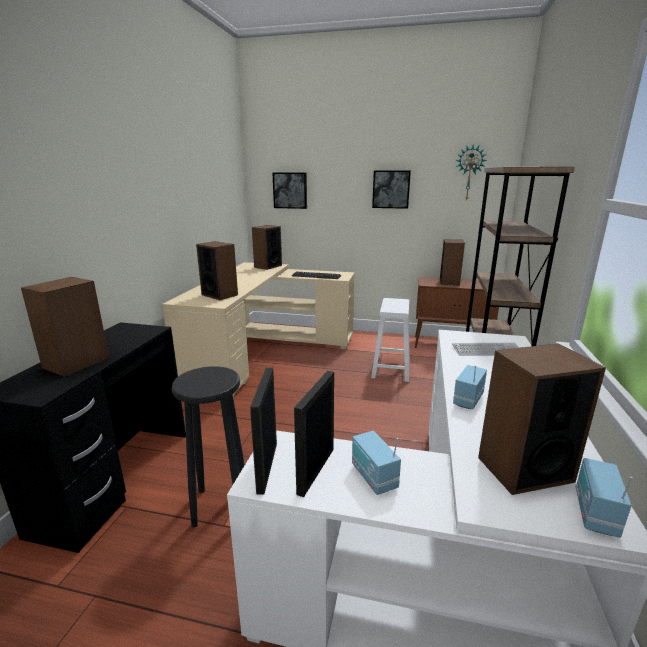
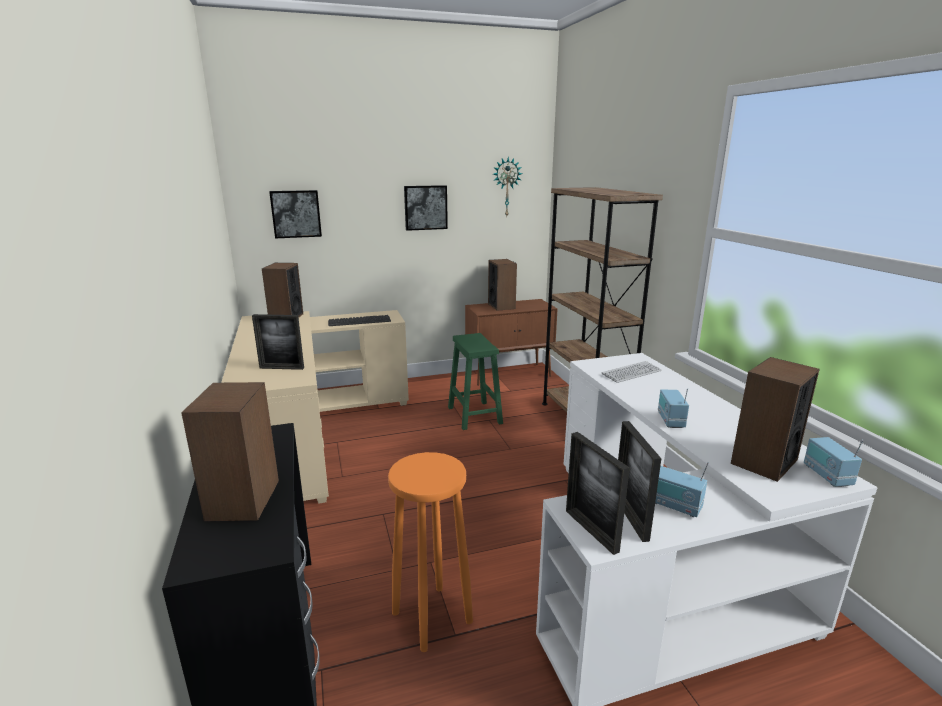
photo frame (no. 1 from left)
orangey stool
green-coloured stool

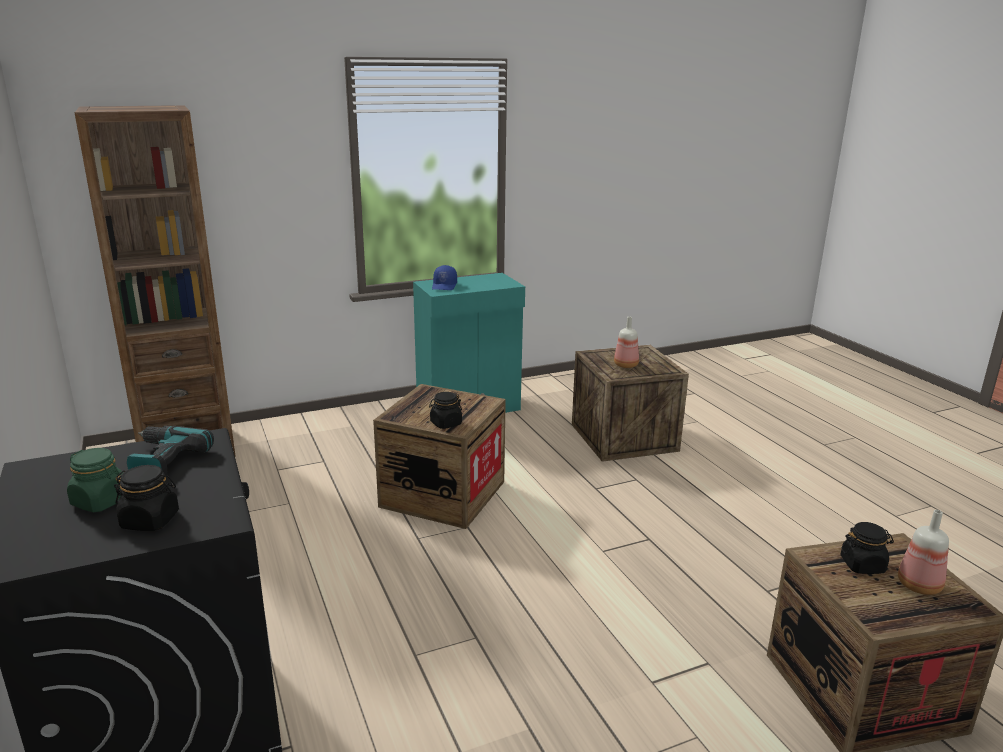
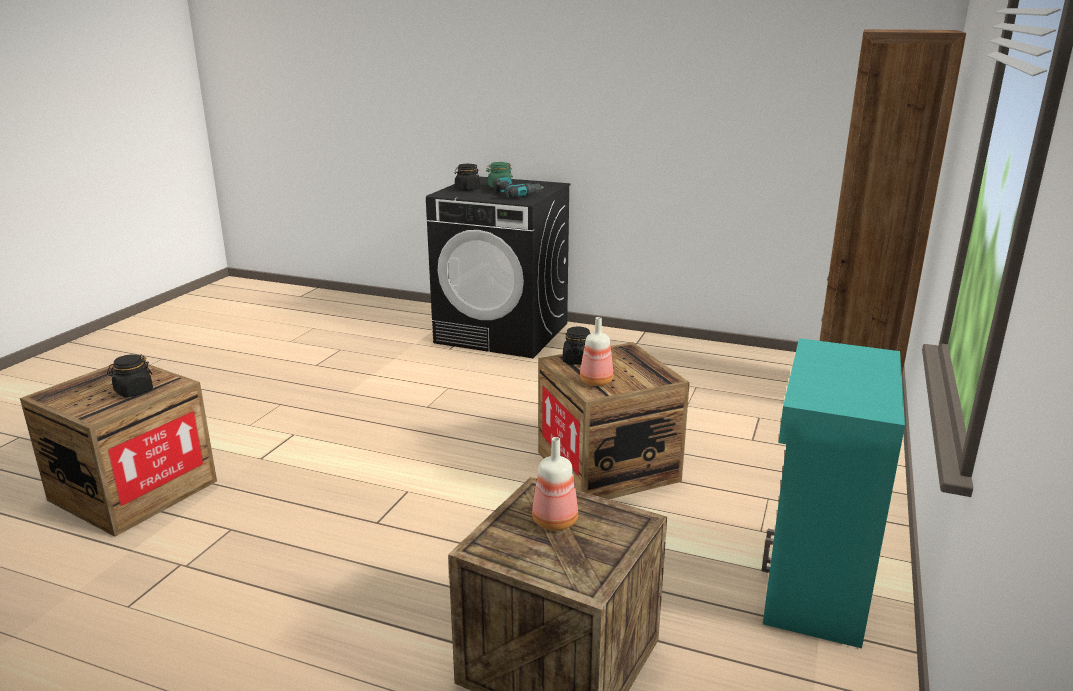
blue baseball cap
bottle (no. 2 from left)

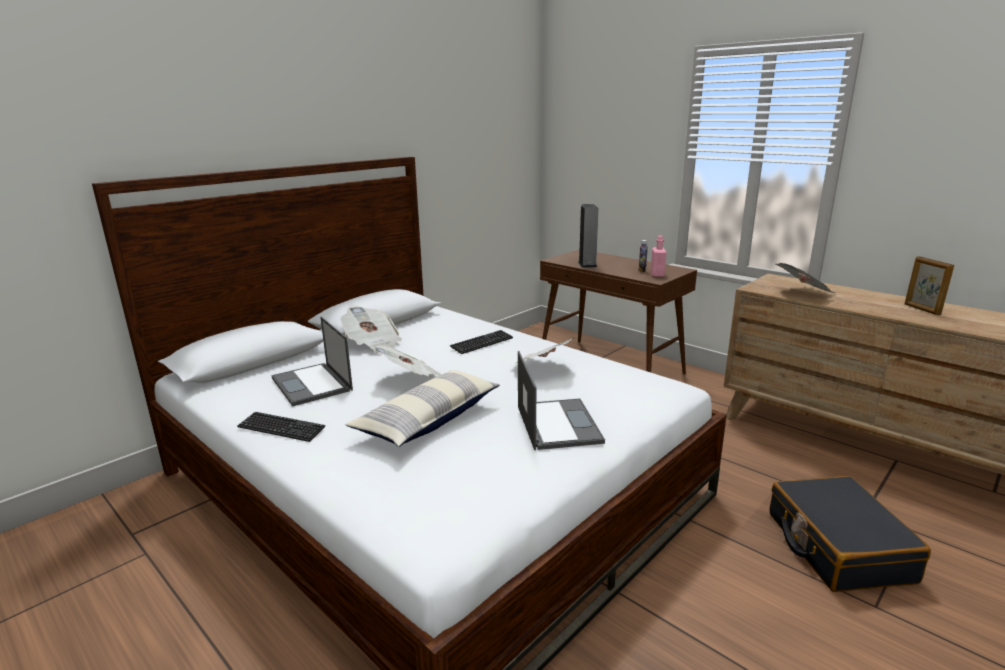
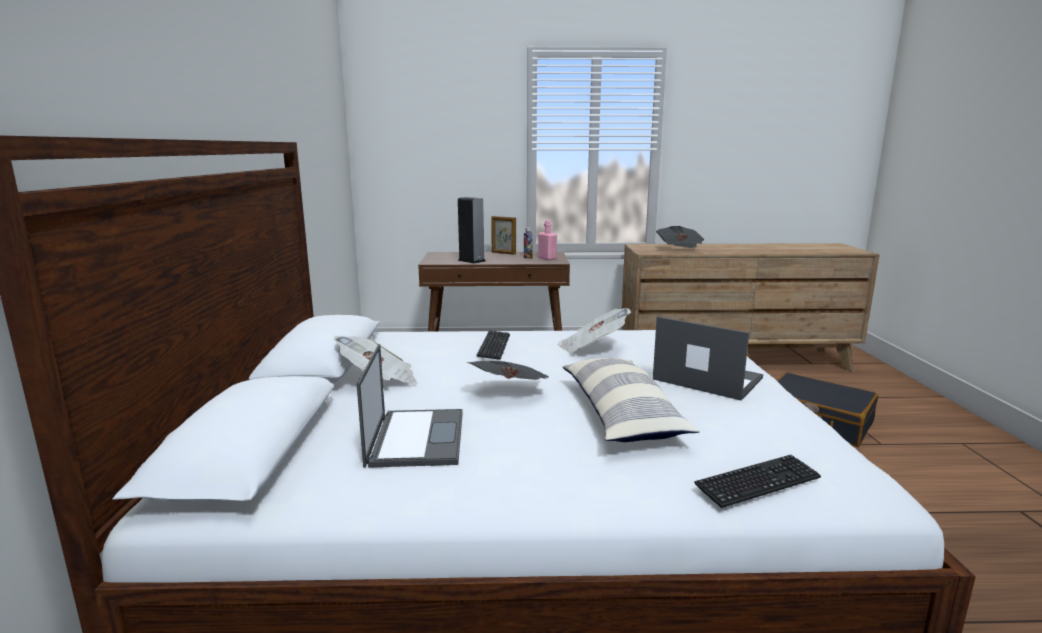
PC keyboard (no. 2 from left)
photo frame
notebook computer (no. 1 from left)

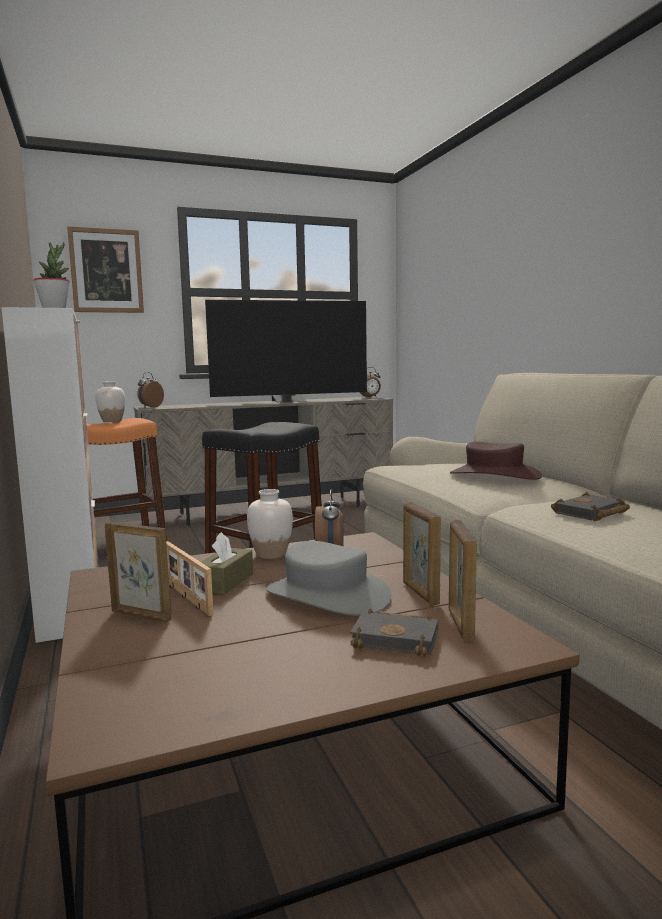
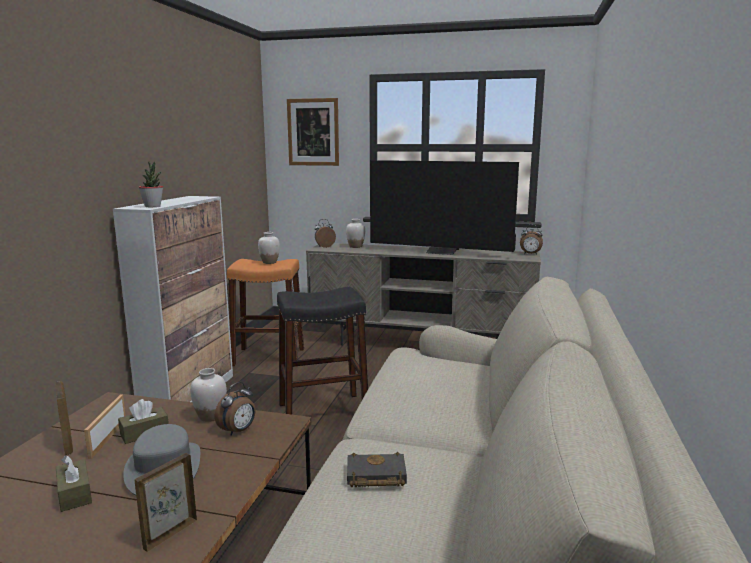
black book (no. 1 from left in the first image)
photo frame (no. 3 from left in the first image)
brown-coloured hat
brown-coloured tissue box (no. 1 from left)
white-coloured decorative vase (no. 3 from left)

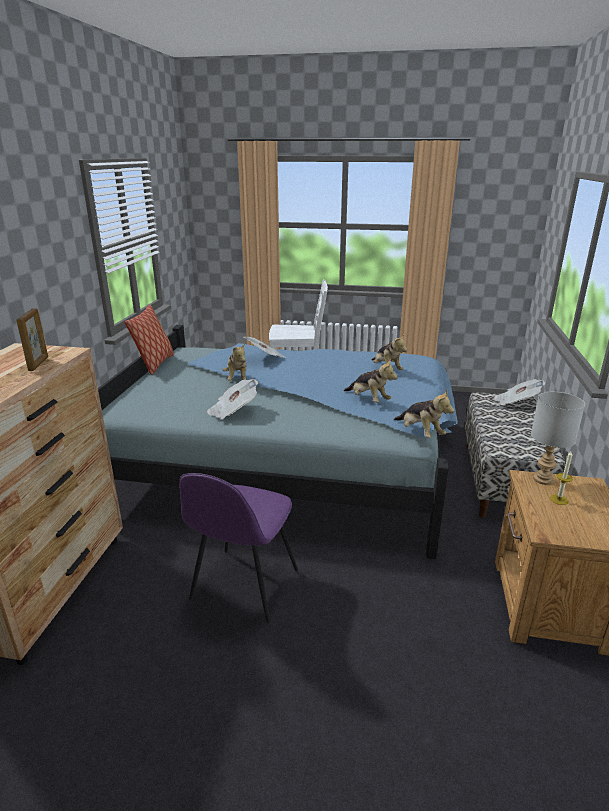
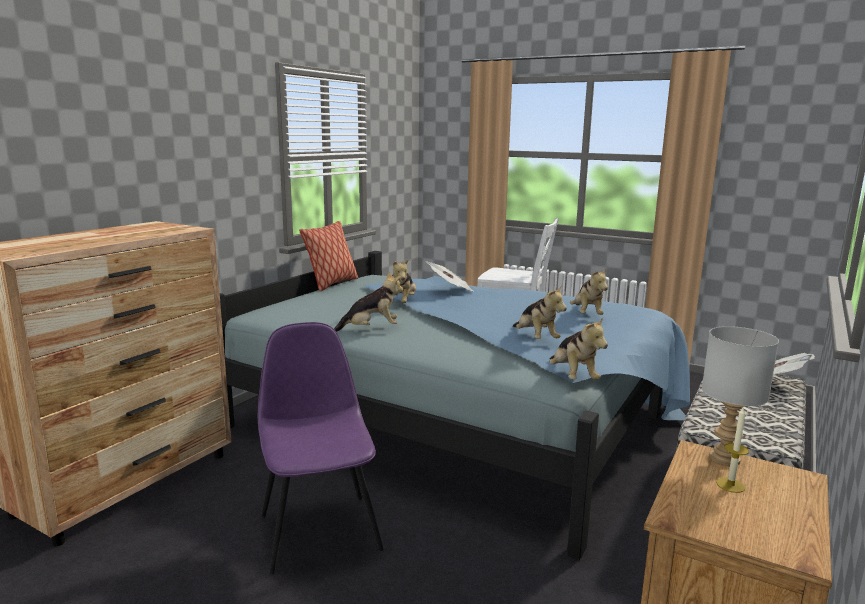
photo frame
soft toy (no. 1 from left)
purple upright chair

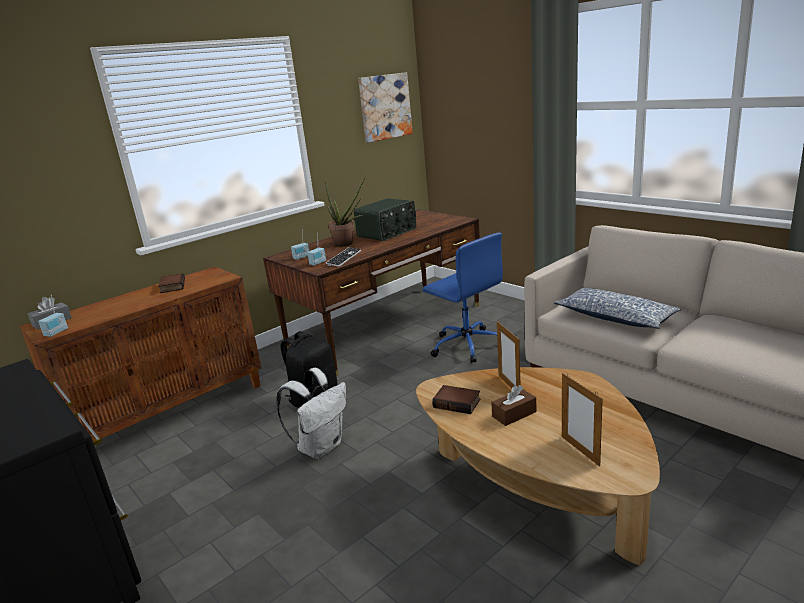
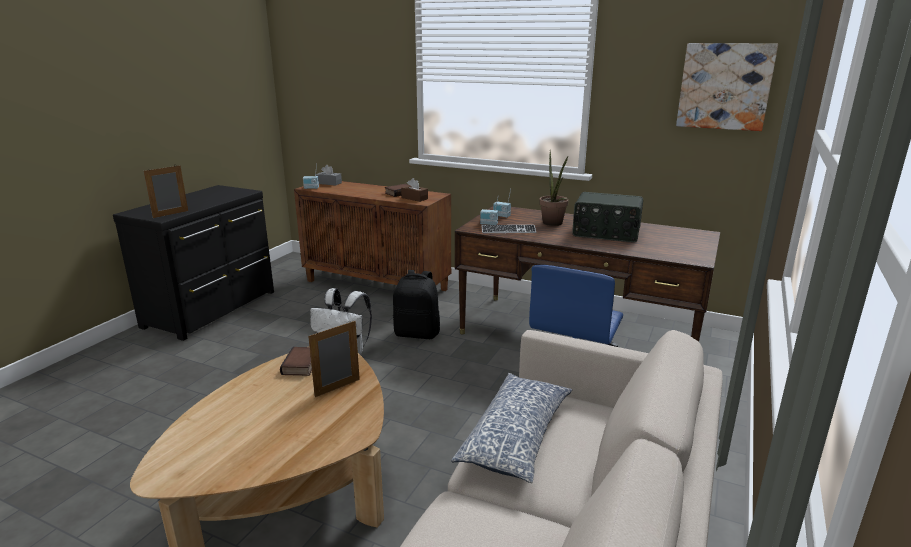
brown-coloured tissue box
photo frame (no. 1 from left)

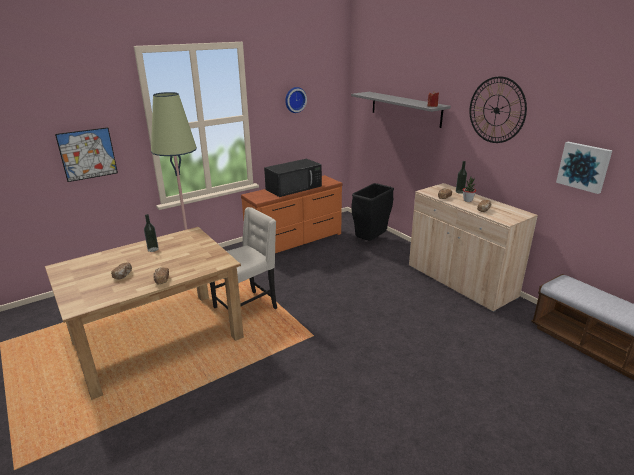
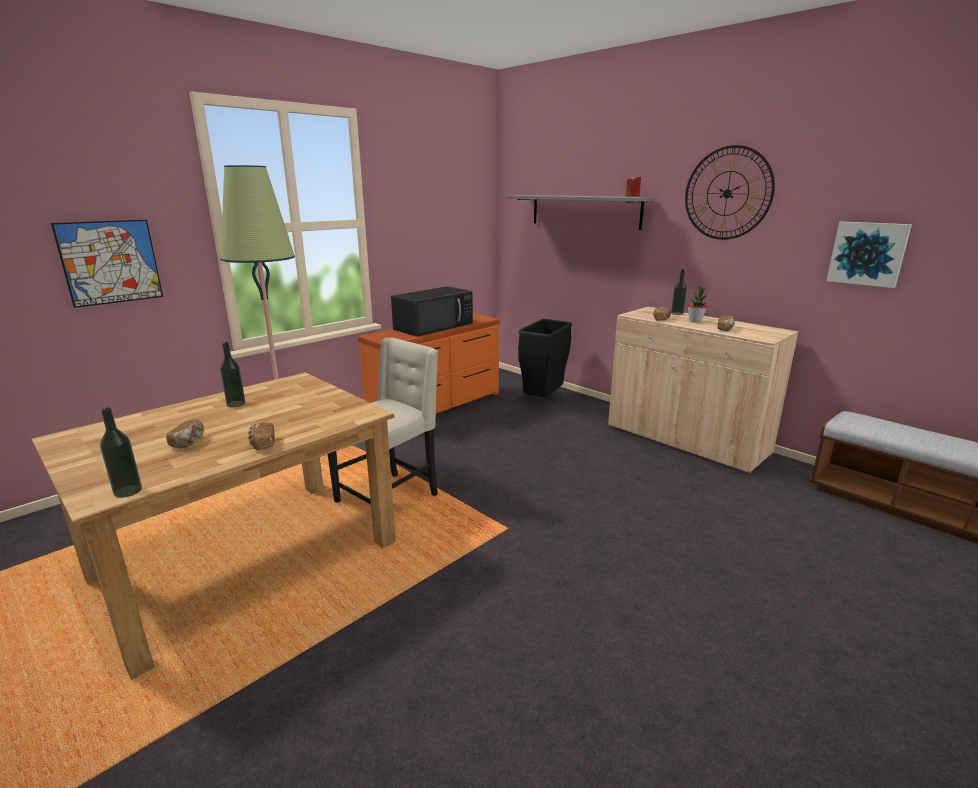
wall clock (no. 1 from left in the first image)
bottle (no. 1 from left)

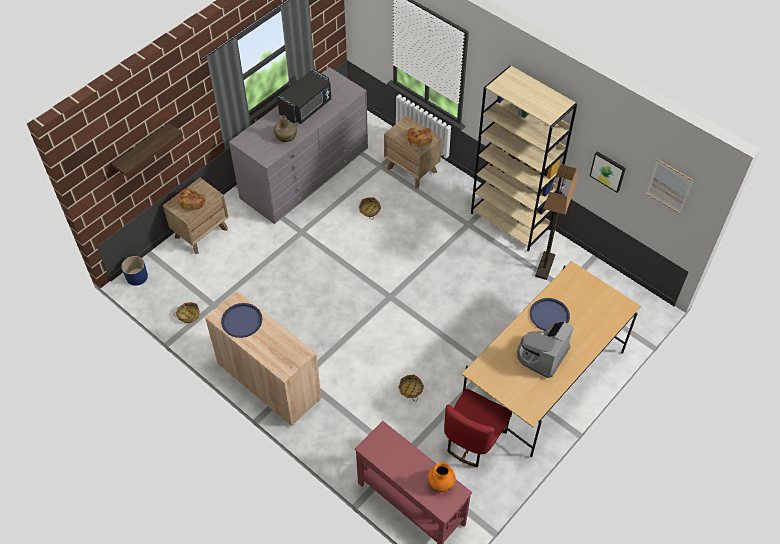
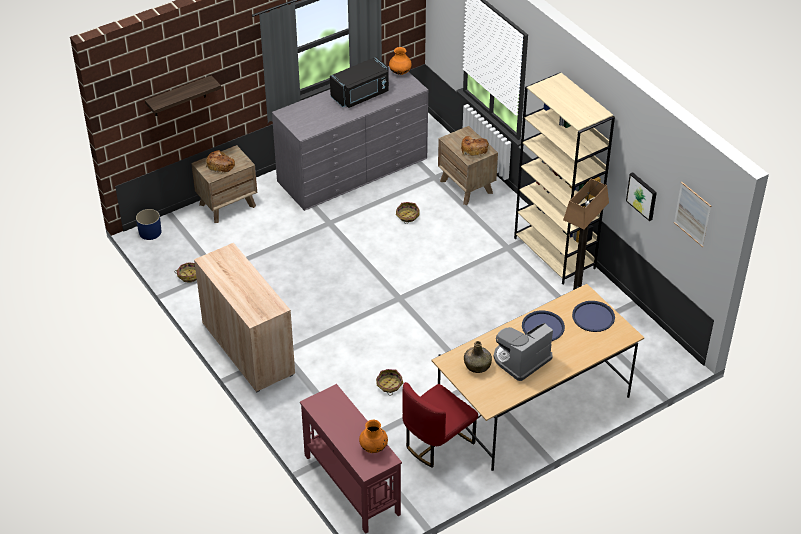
orangey decorative vase (no. 2 from left)
blue carrying tray (no. 2 from left)
green-coloured bottle

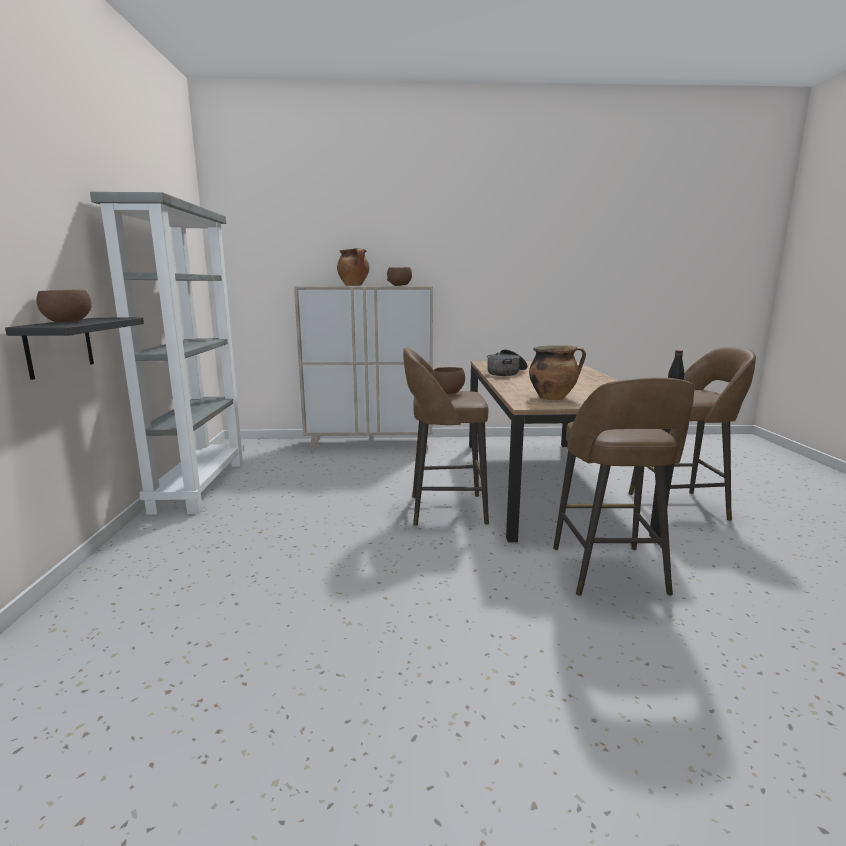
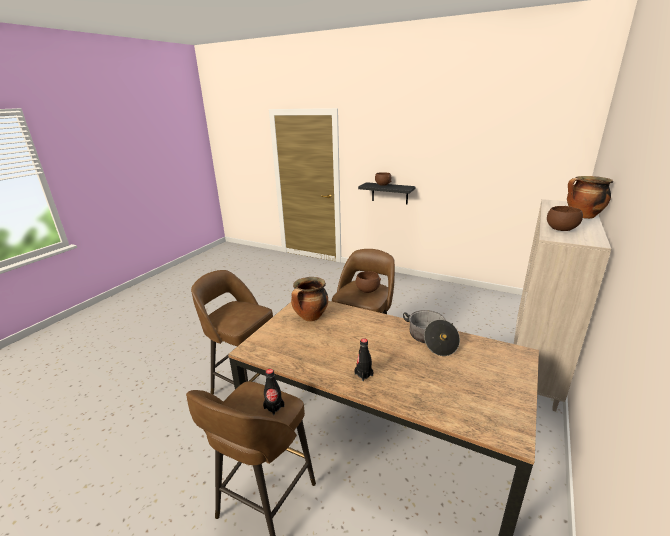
greyish bookcase
black bottle (no. 2 from left)

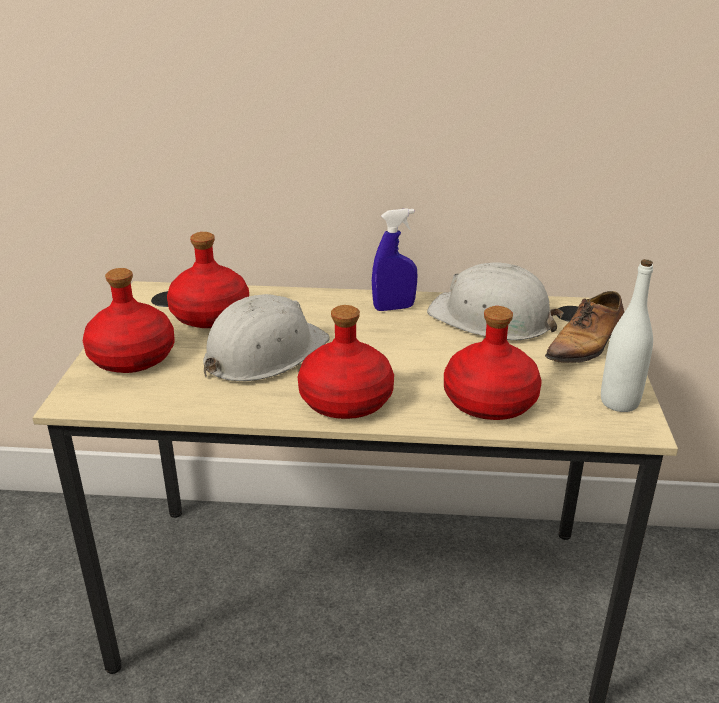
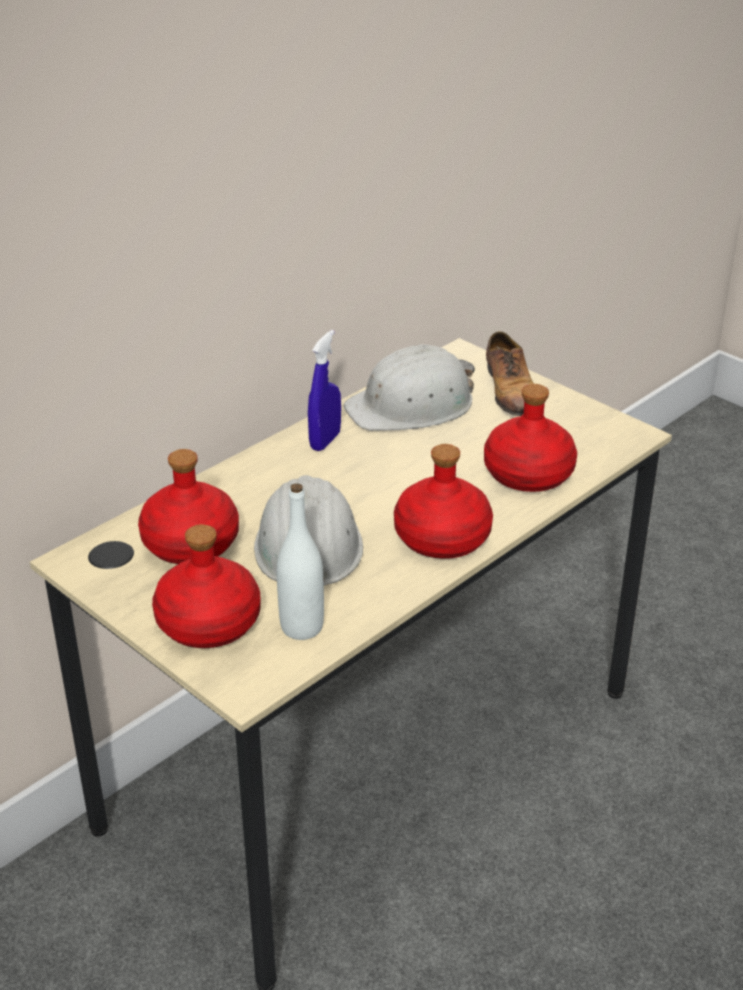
white-coloured bottle

